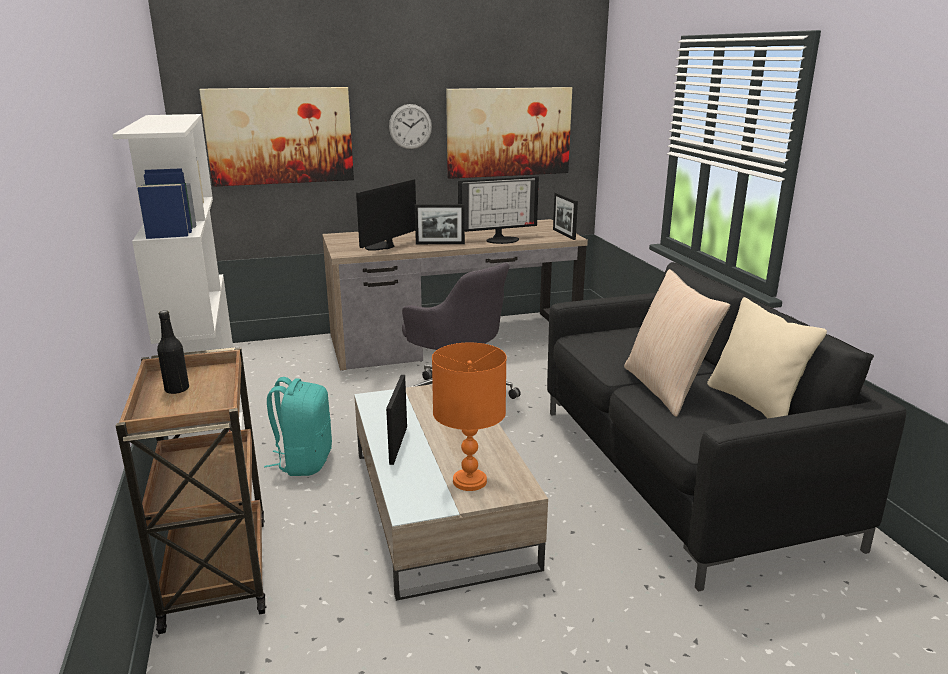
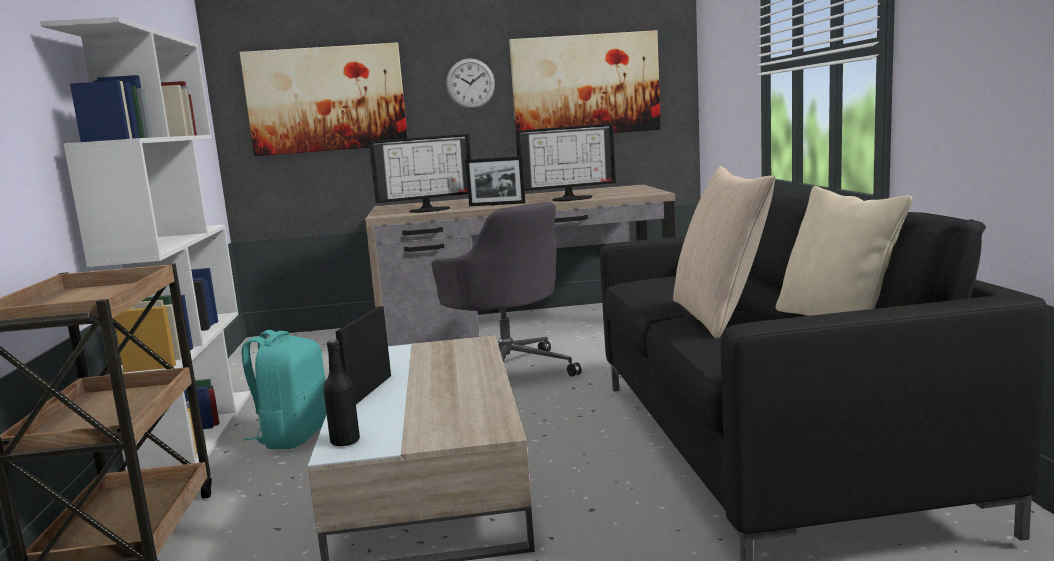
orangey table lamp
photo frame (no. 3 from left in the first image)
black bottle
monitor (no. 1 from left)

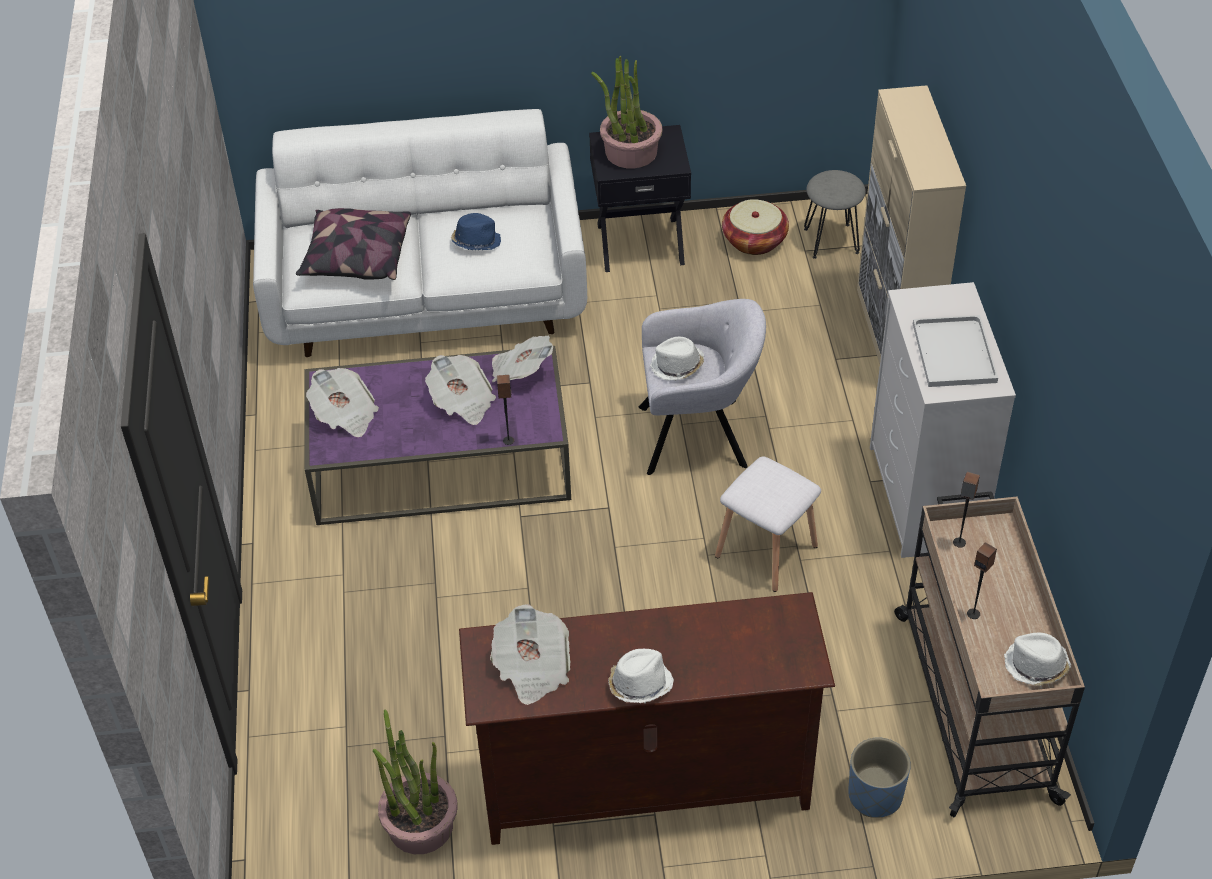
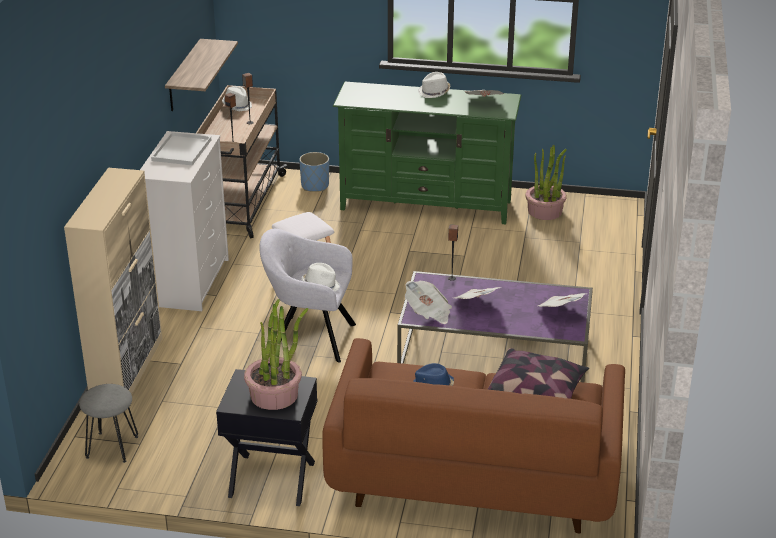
household basket
bracket shelf
brown-coloured settee
green-coloured tv stand

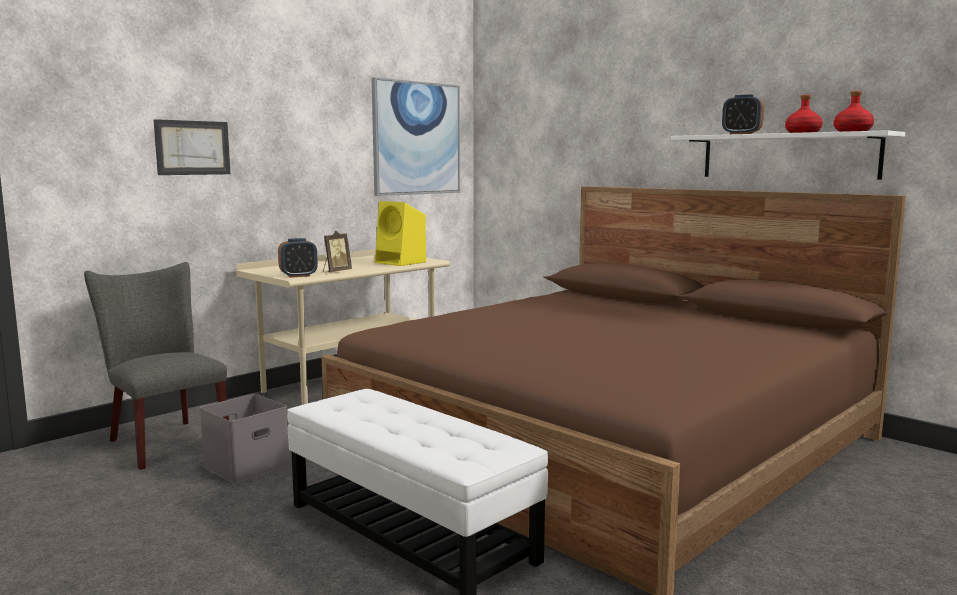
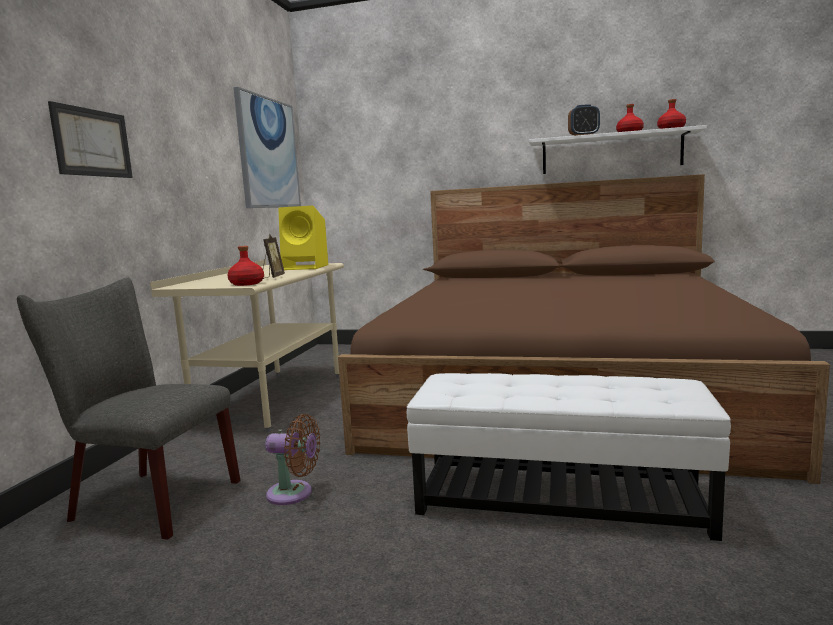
brown-coloured fan
reddish bottle (no. 1 from left)

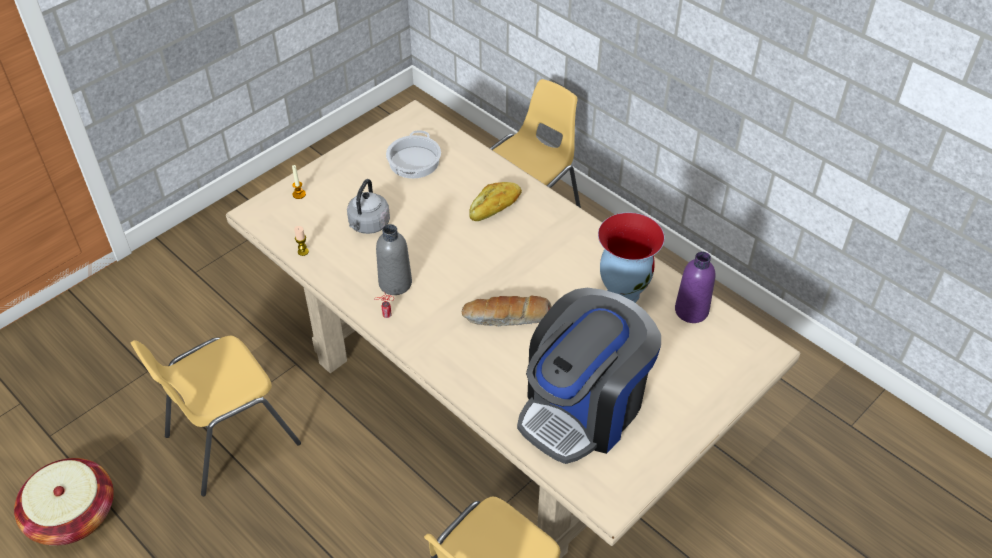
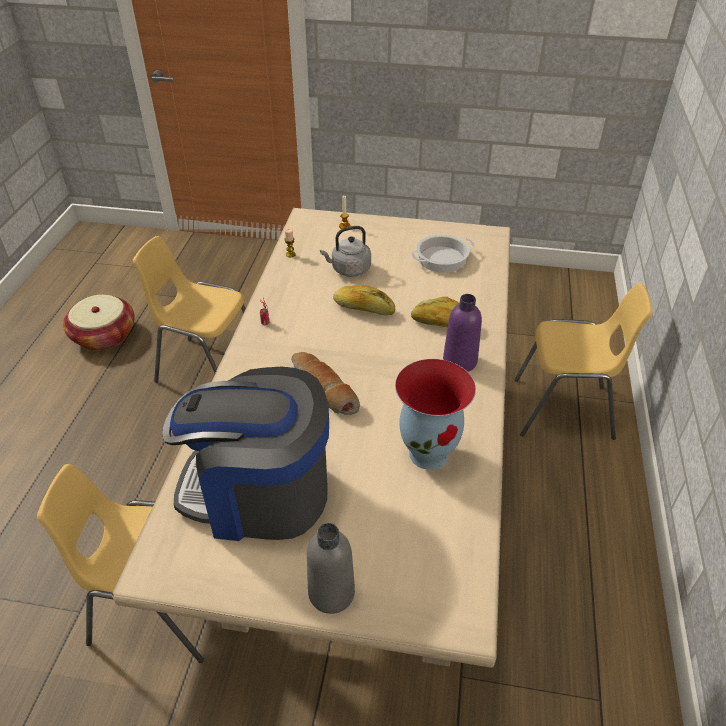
bread (no. 2 from left)
greyish bottle
purple bottle

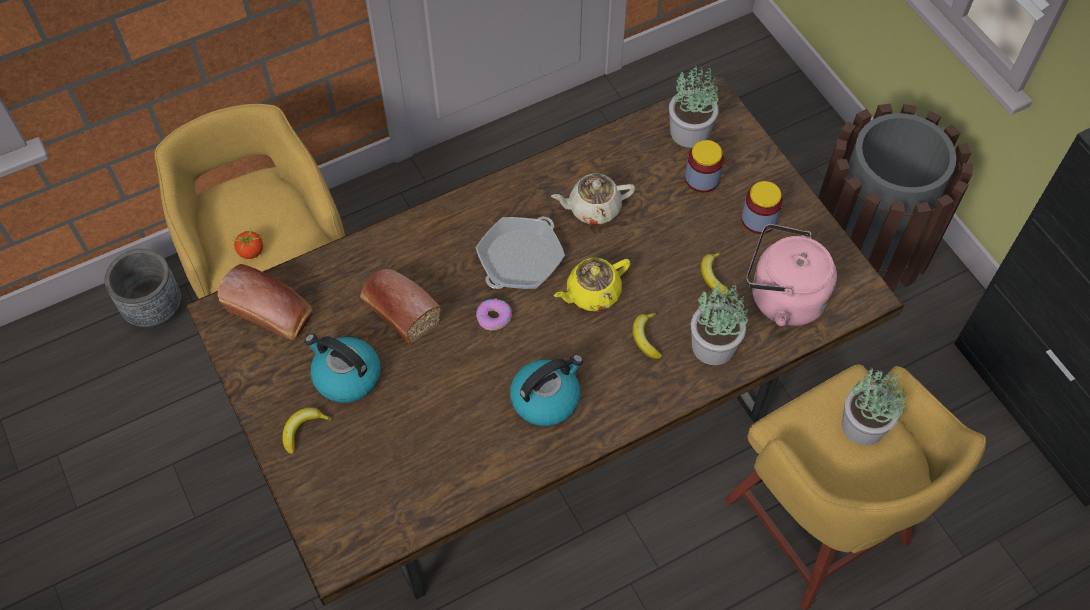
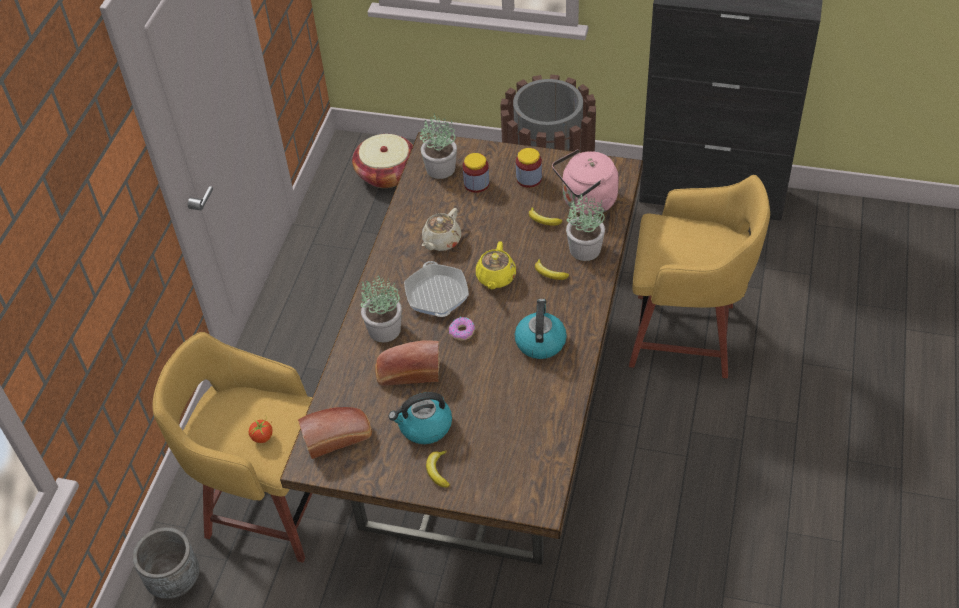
household basket
potted plant (no. 1 from left)

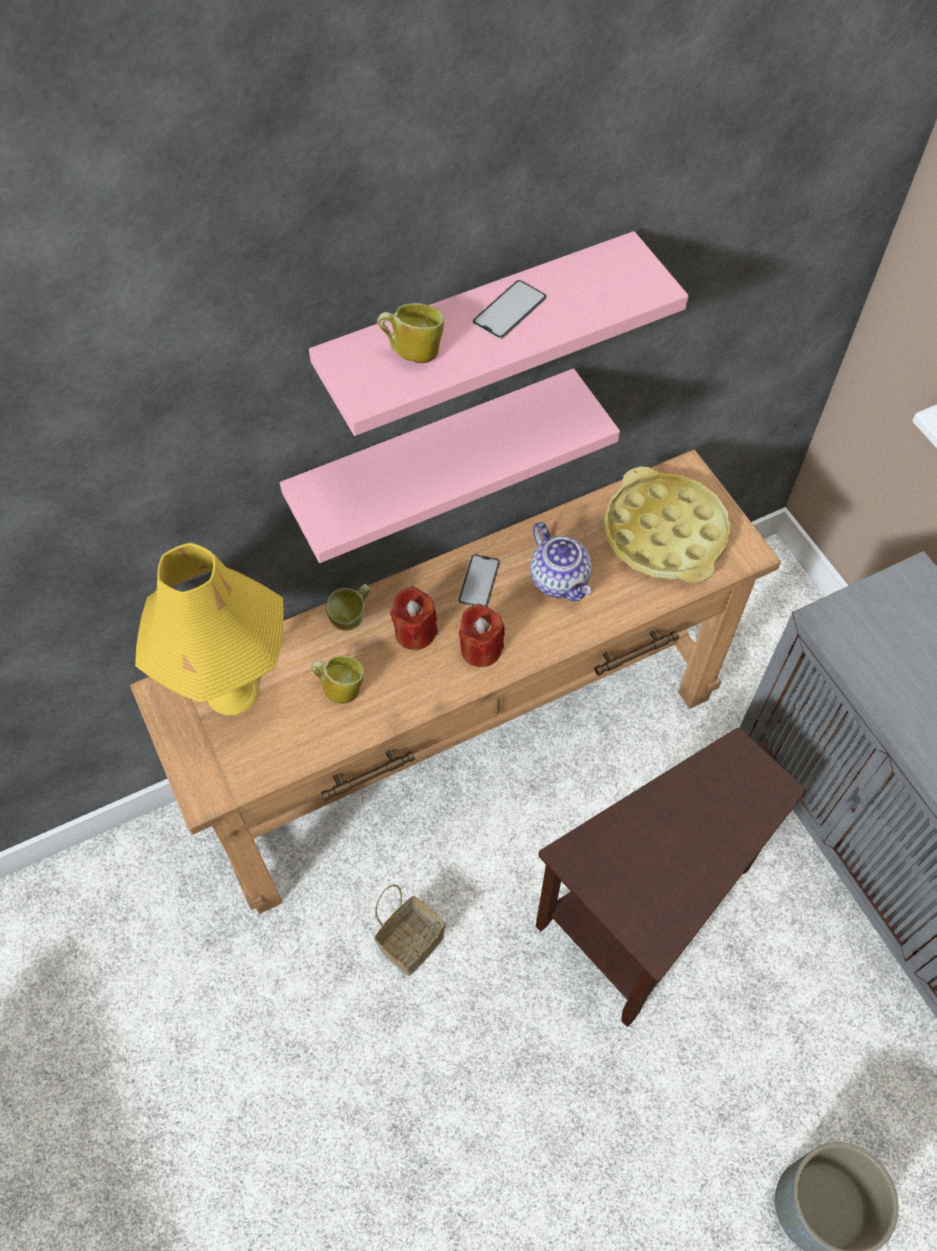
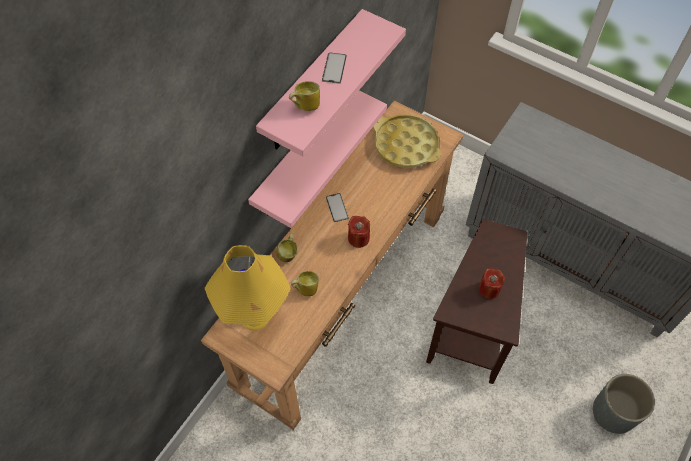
household basket
tea pot
reddish wax light (no. 2 from left)

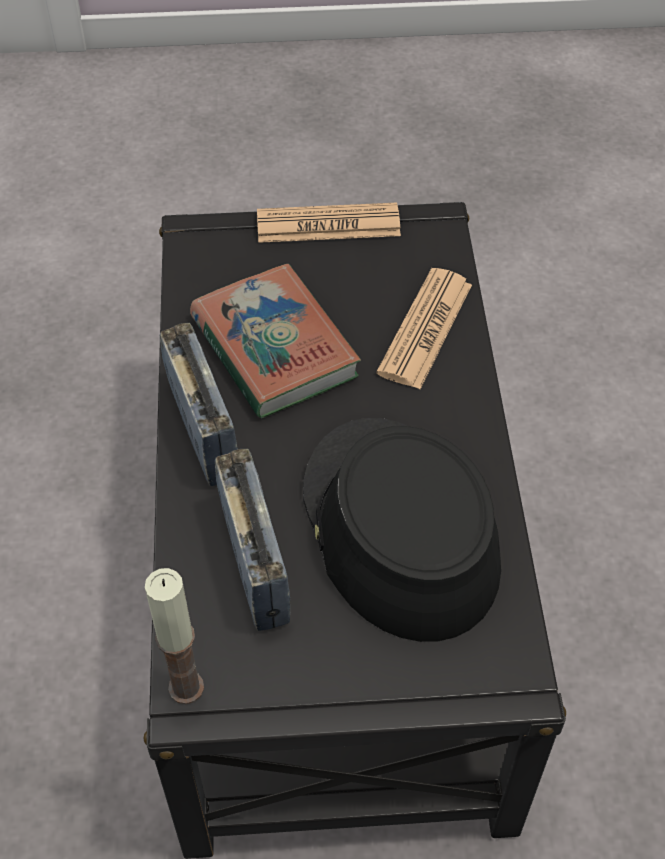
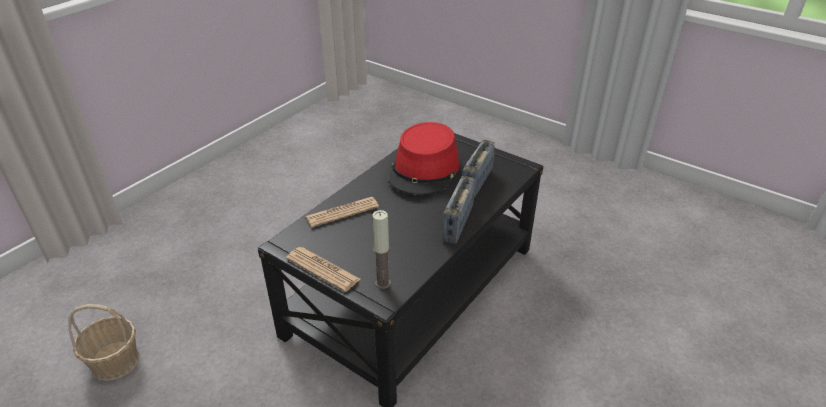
book
household basket
wax light
reddish hat

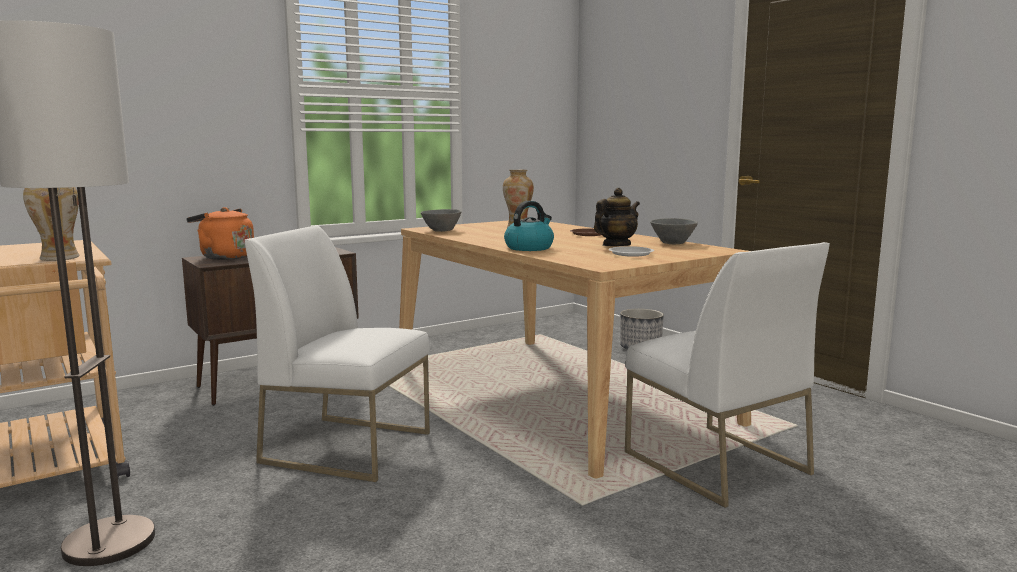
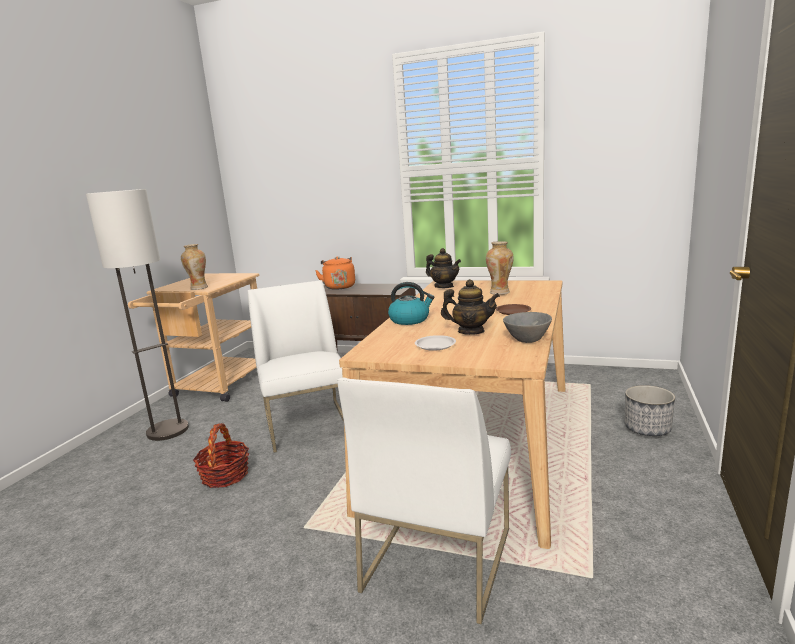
household basket
tea pot (no. 1 from left)

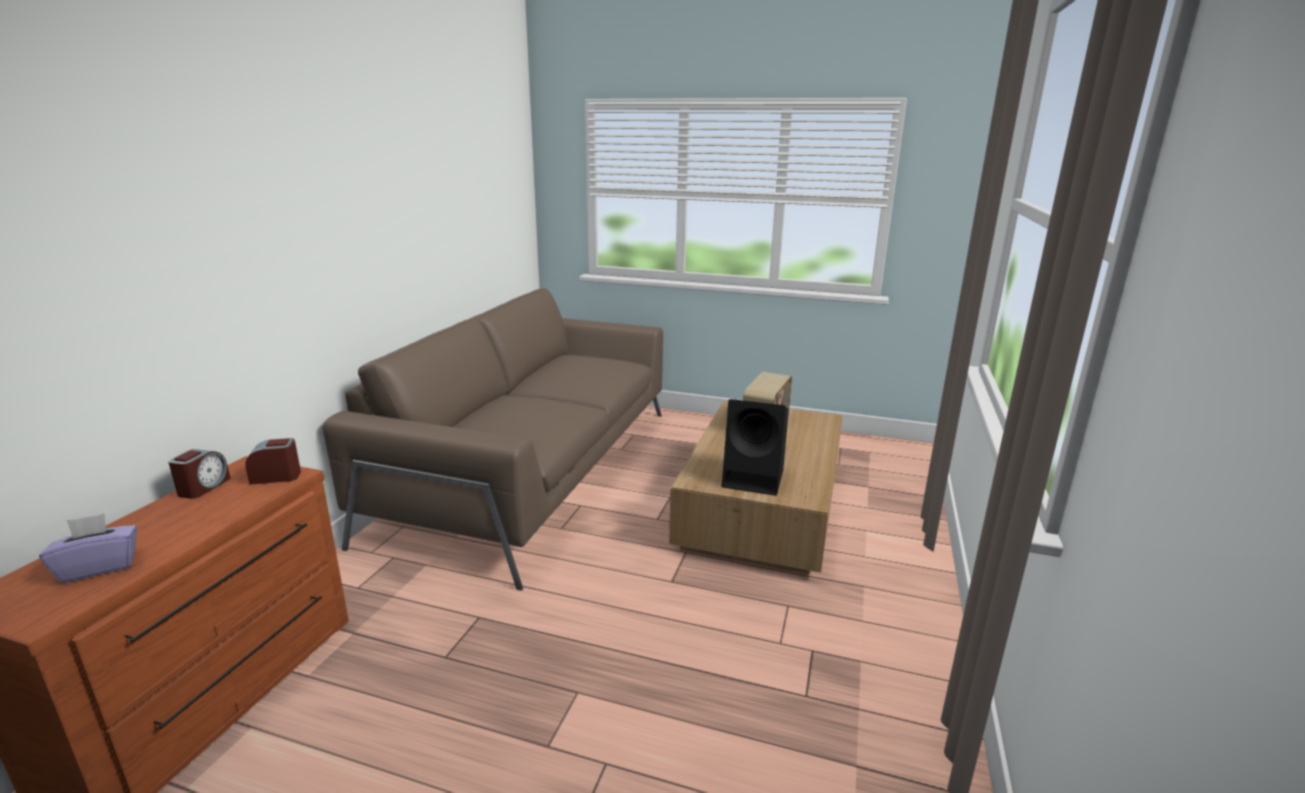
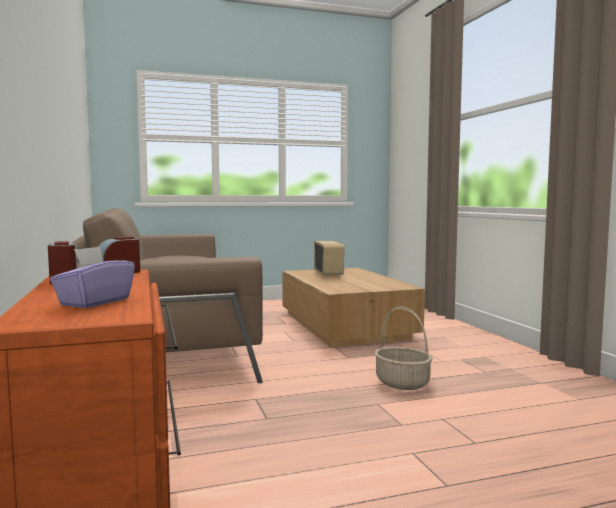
black speaker
household basket

